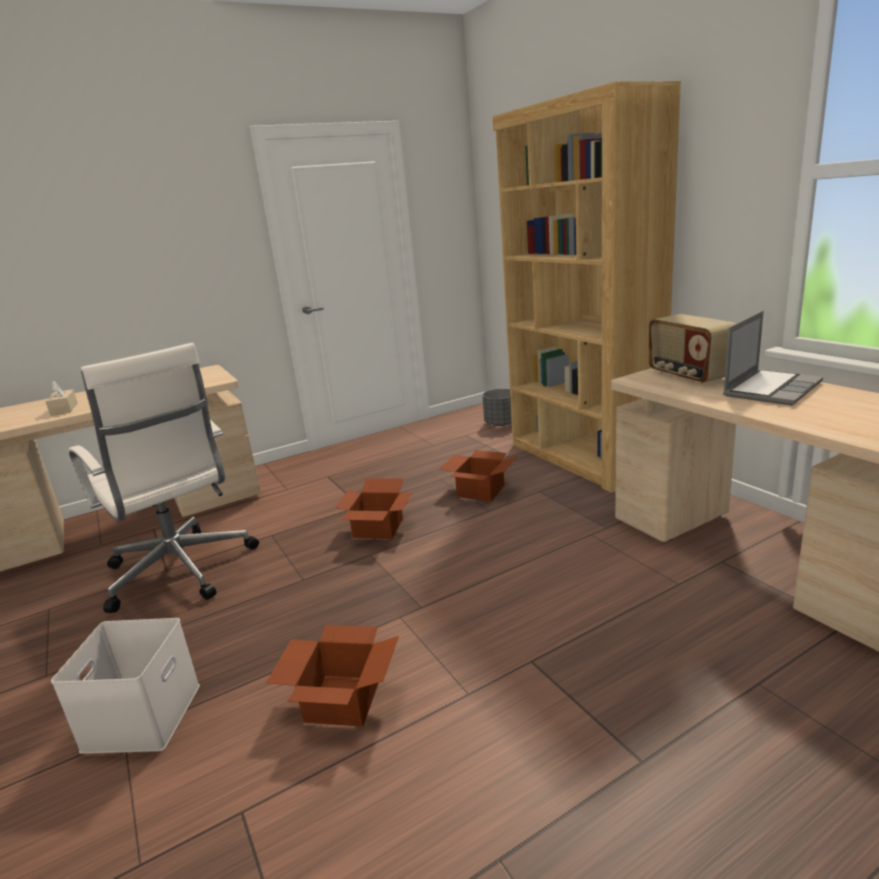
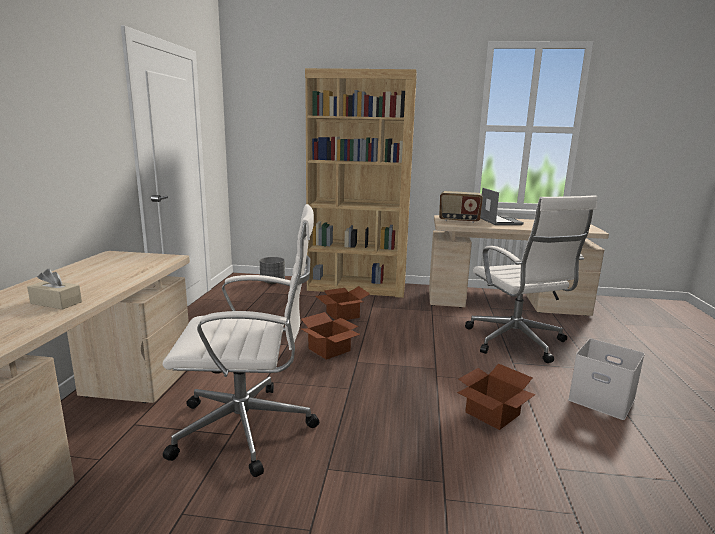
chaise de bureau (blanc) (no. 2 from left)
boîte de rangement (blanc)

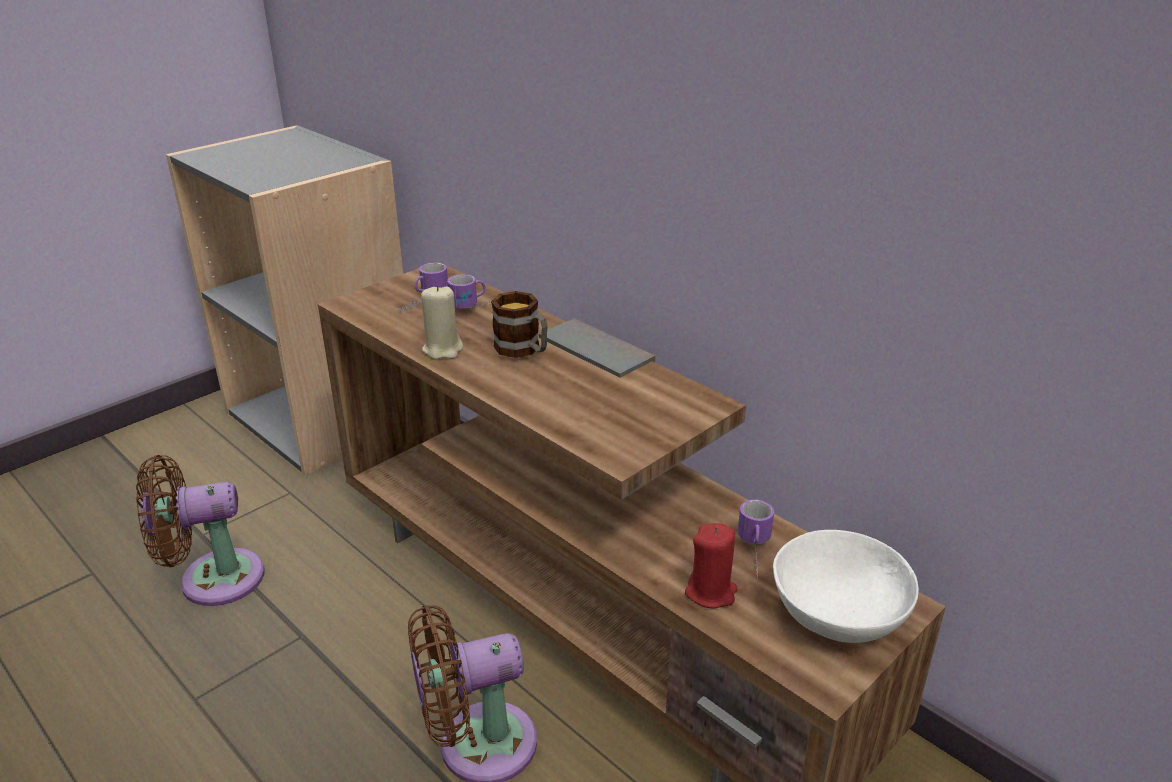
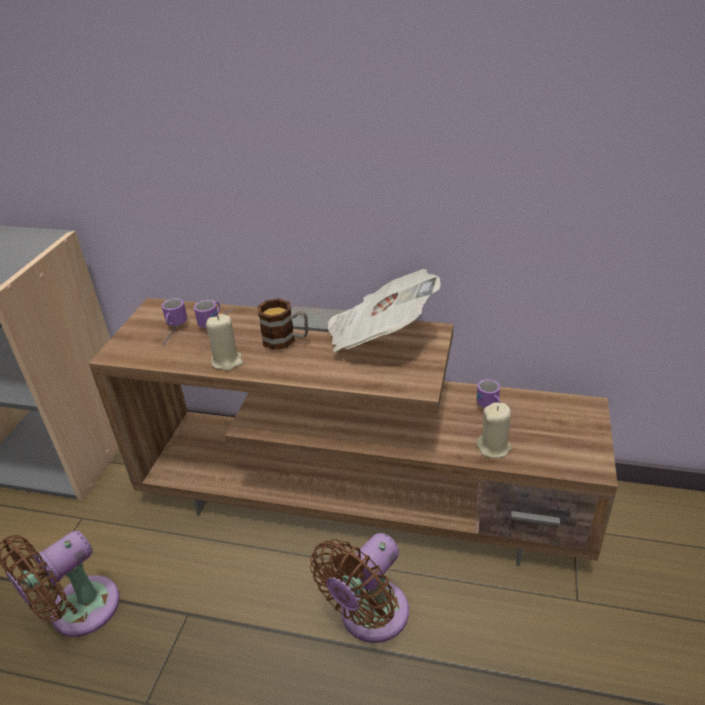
bol (blanc)
journal
bougie (beige) (no. 2 from left)

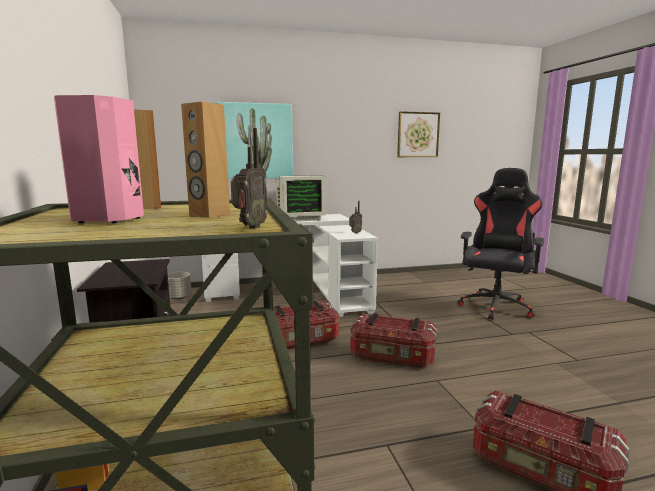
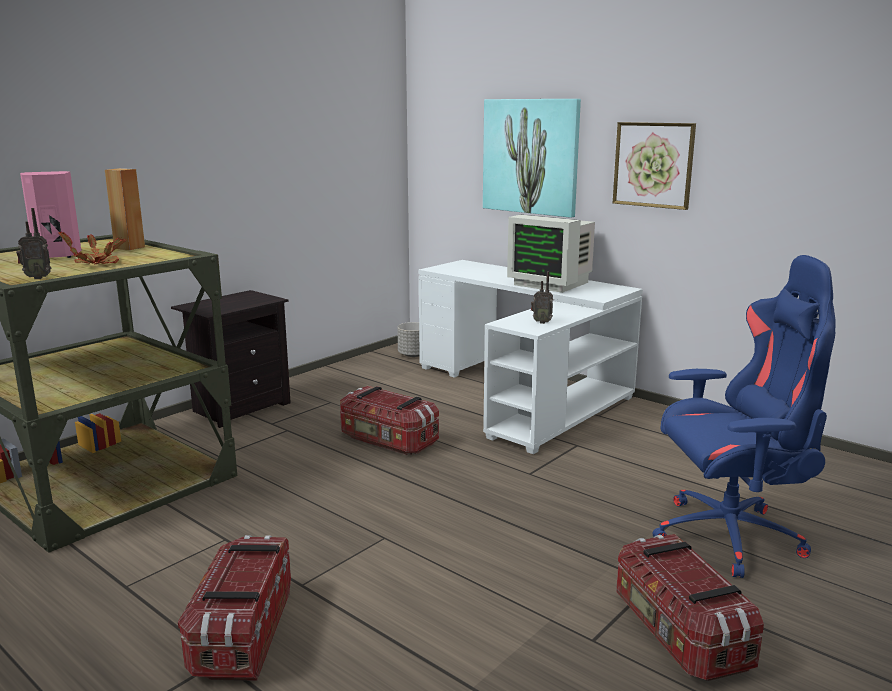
boîte de rangement (no. 3 from left)
tableau (no. 2 from left)
plante en pot
chaise de bureau (bleu)

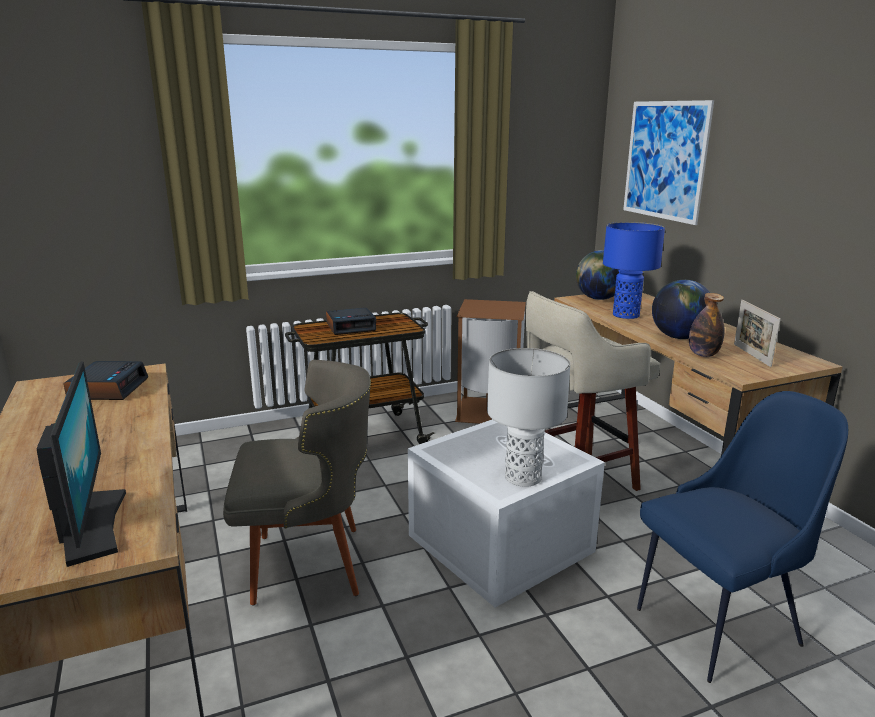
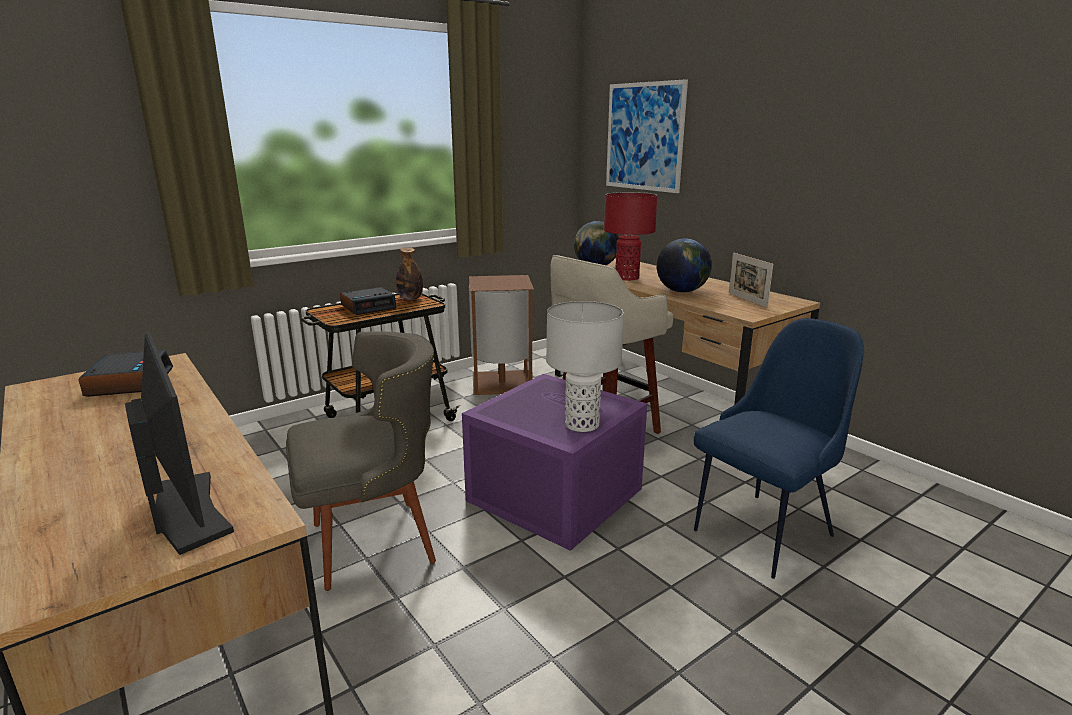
bouteille
boîte de rangement (violet)
lampe de table (rouge)

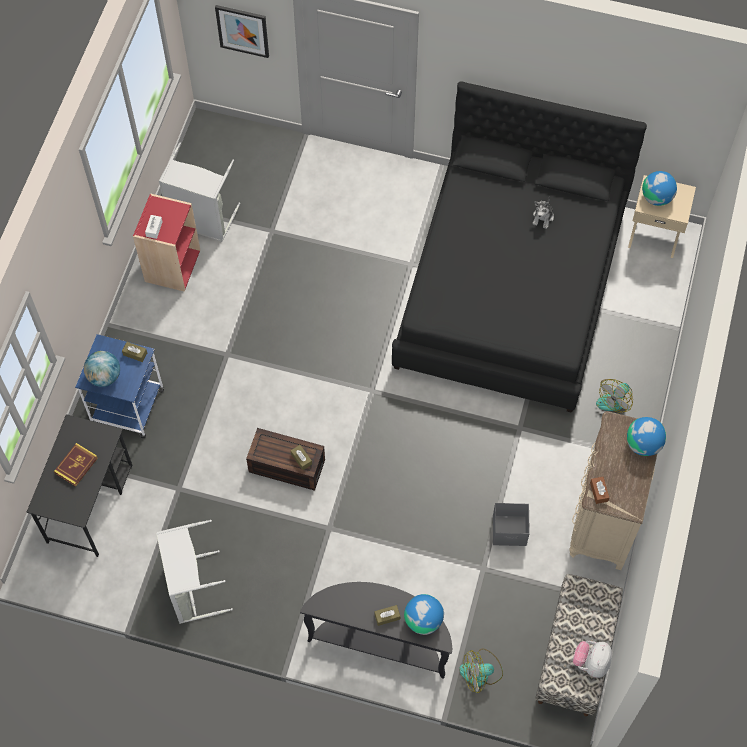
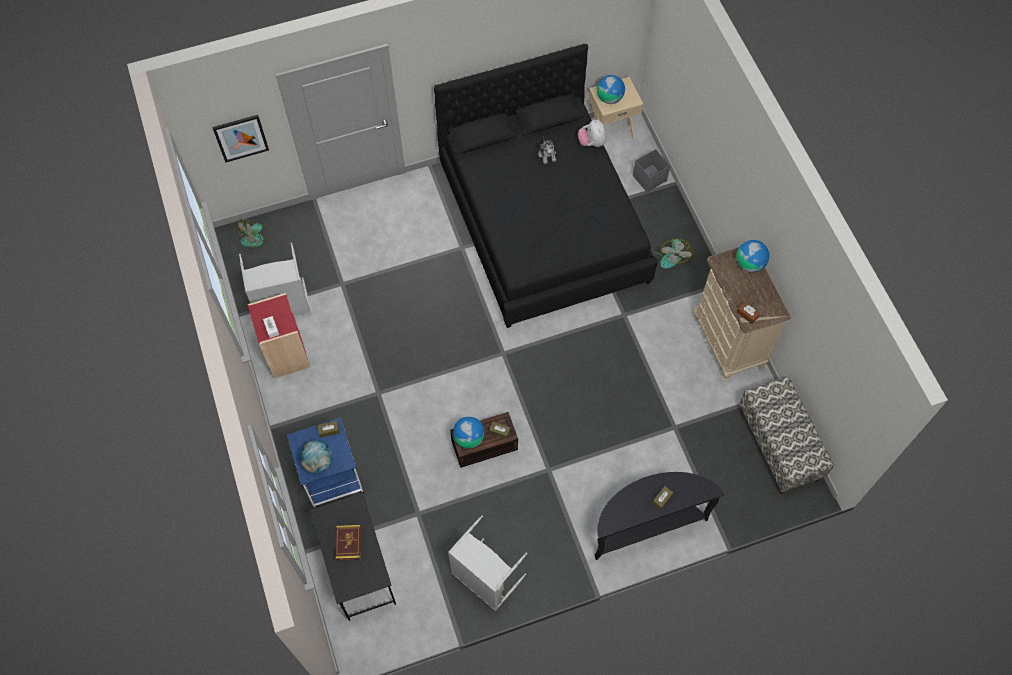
globe (no. 2 from left)
ventilateur (no. 1 from left)
boîte de rangement (gris)
peluche (no. 2 from left)

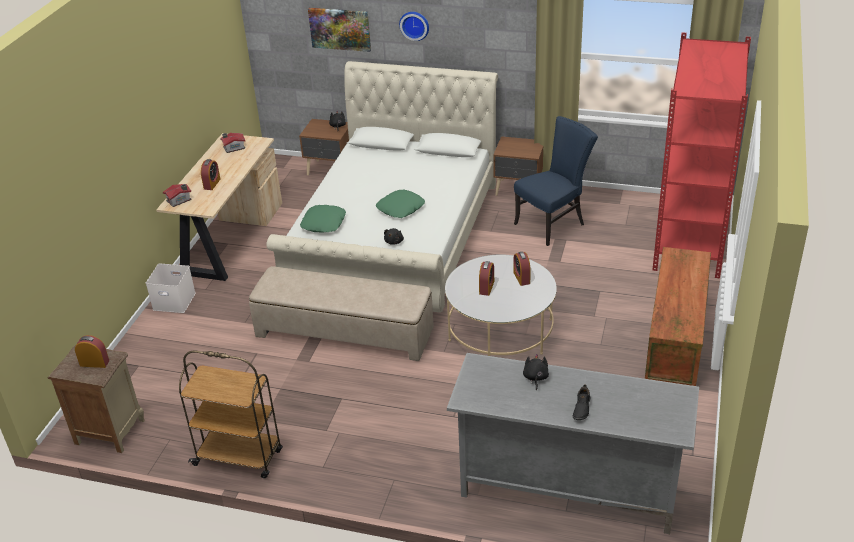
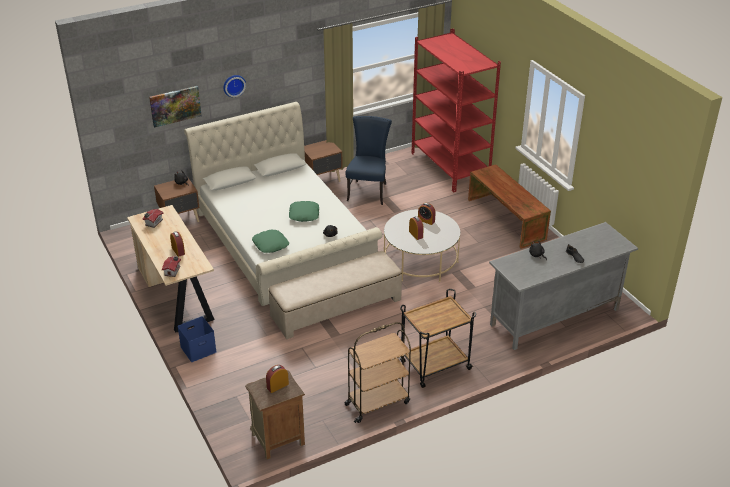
chariot (marron) (no. 2 from left)
boîte de rangement (bleu)

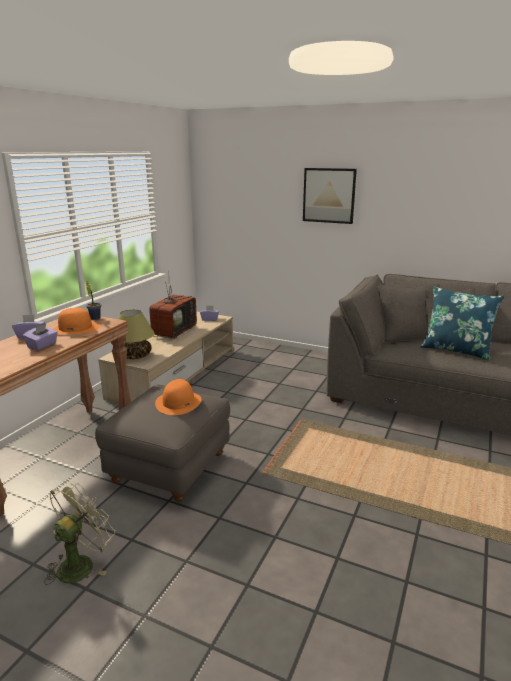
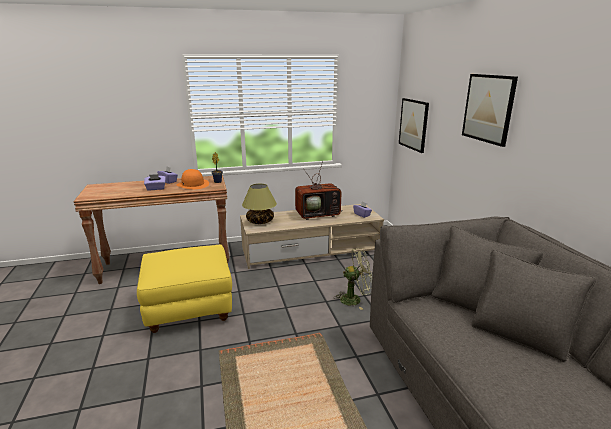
chapeau (orange) (no. 2 from left in the first image)
coussin (bleu)
tableau (no. 1 from left)
ventilateur (vert)
pouf (jaune)

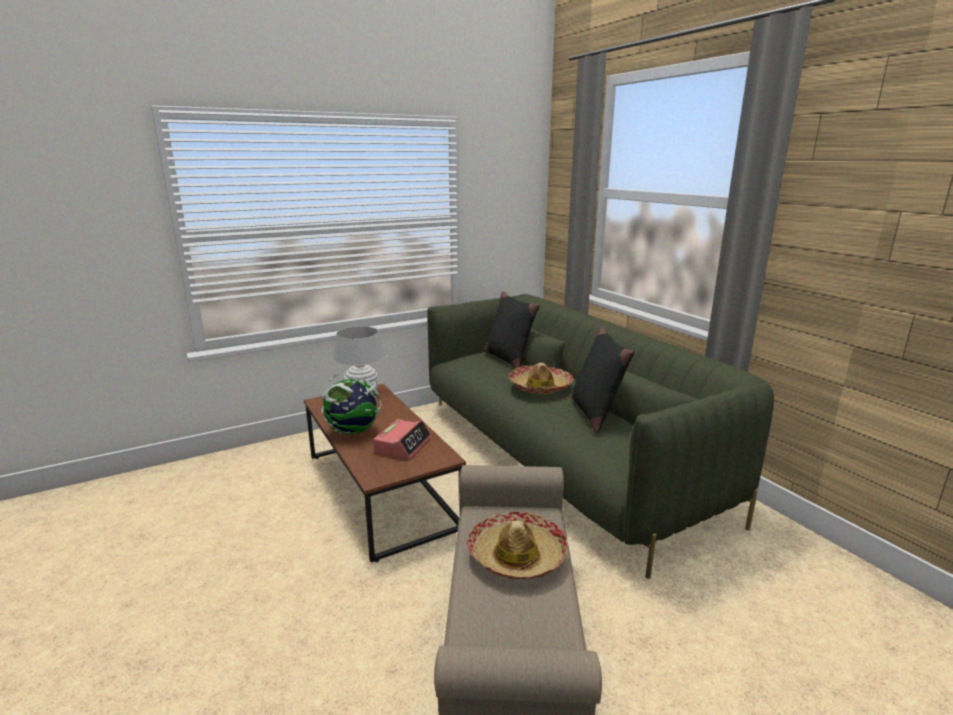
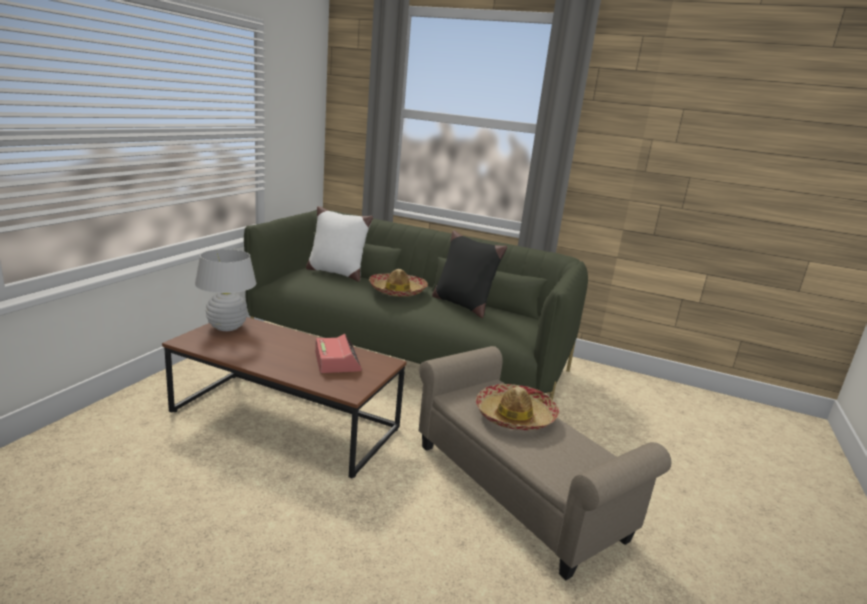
globe
coussin (blanc)

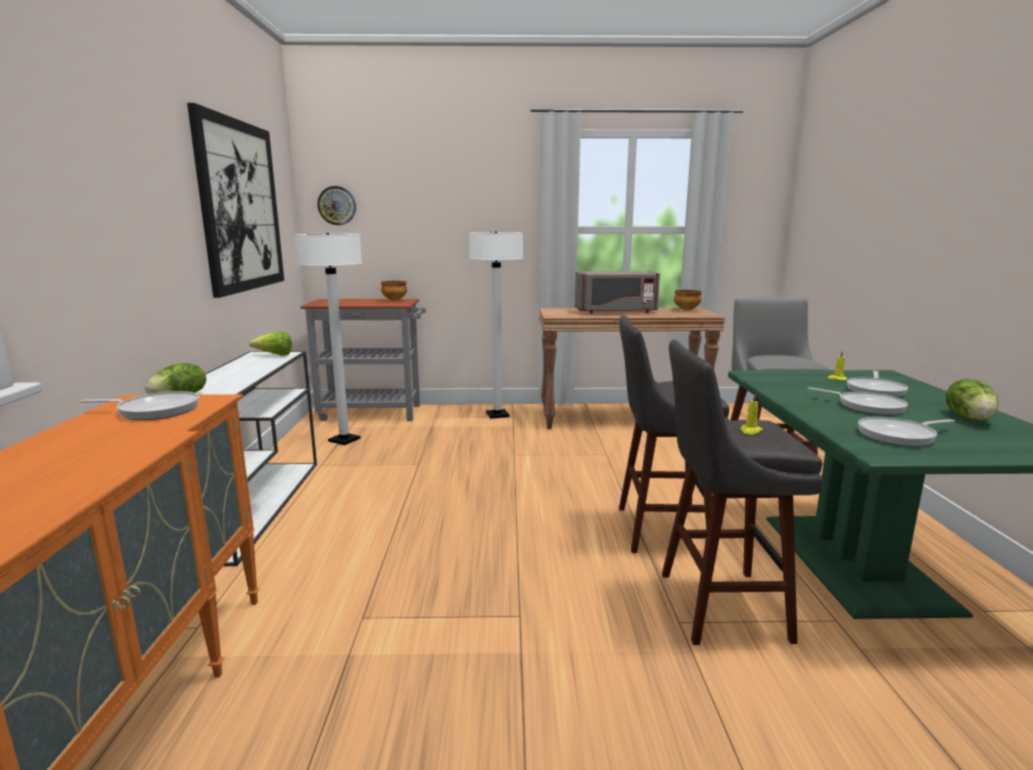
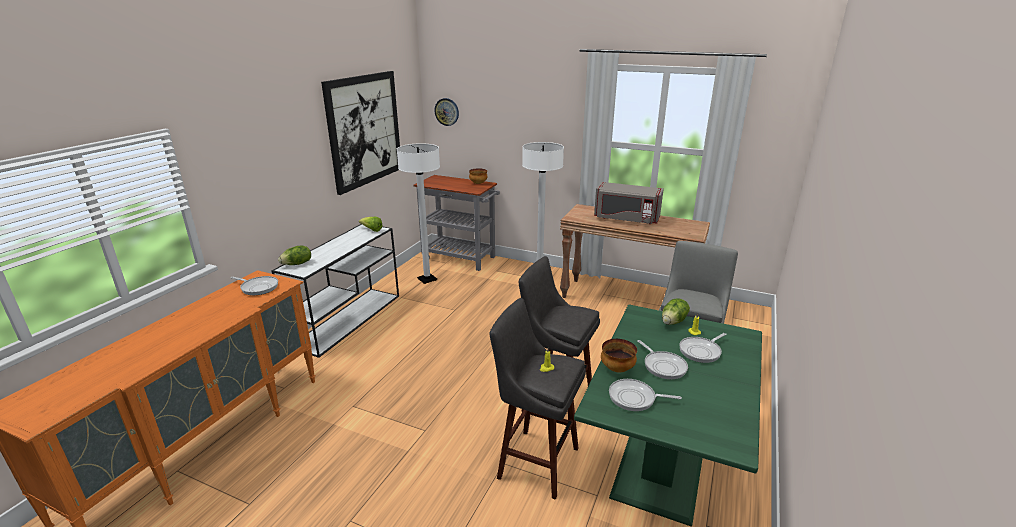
bol (no. 2 from left)
laitue (no. 3 from left)

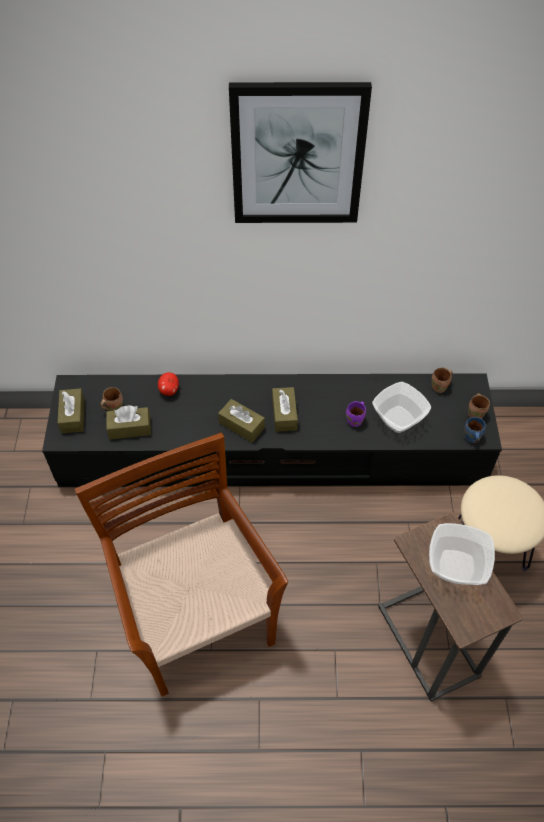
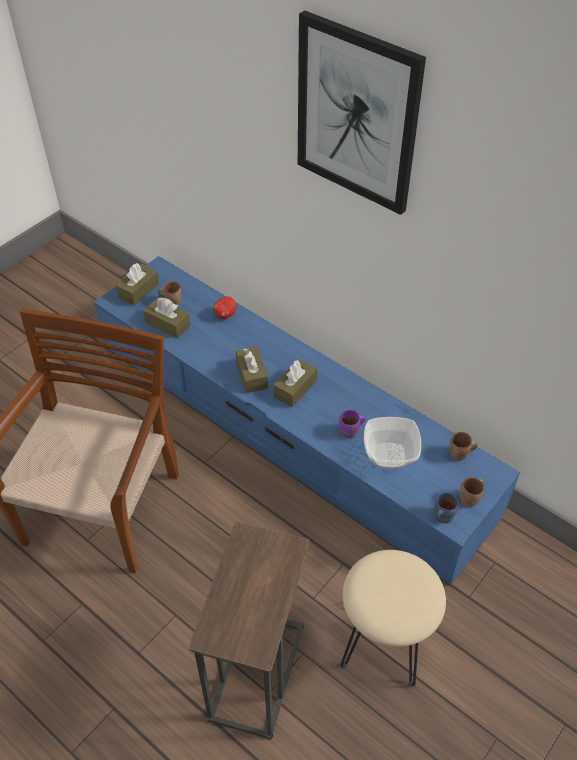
bol (no. 2 from left in the first image)
meuble télé (bleu)

